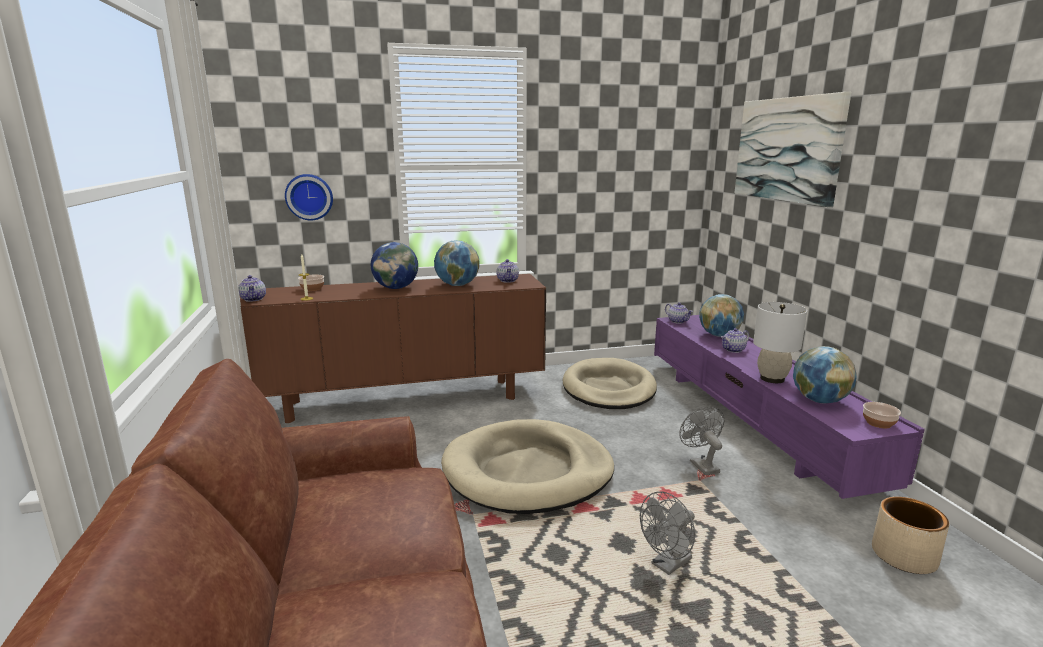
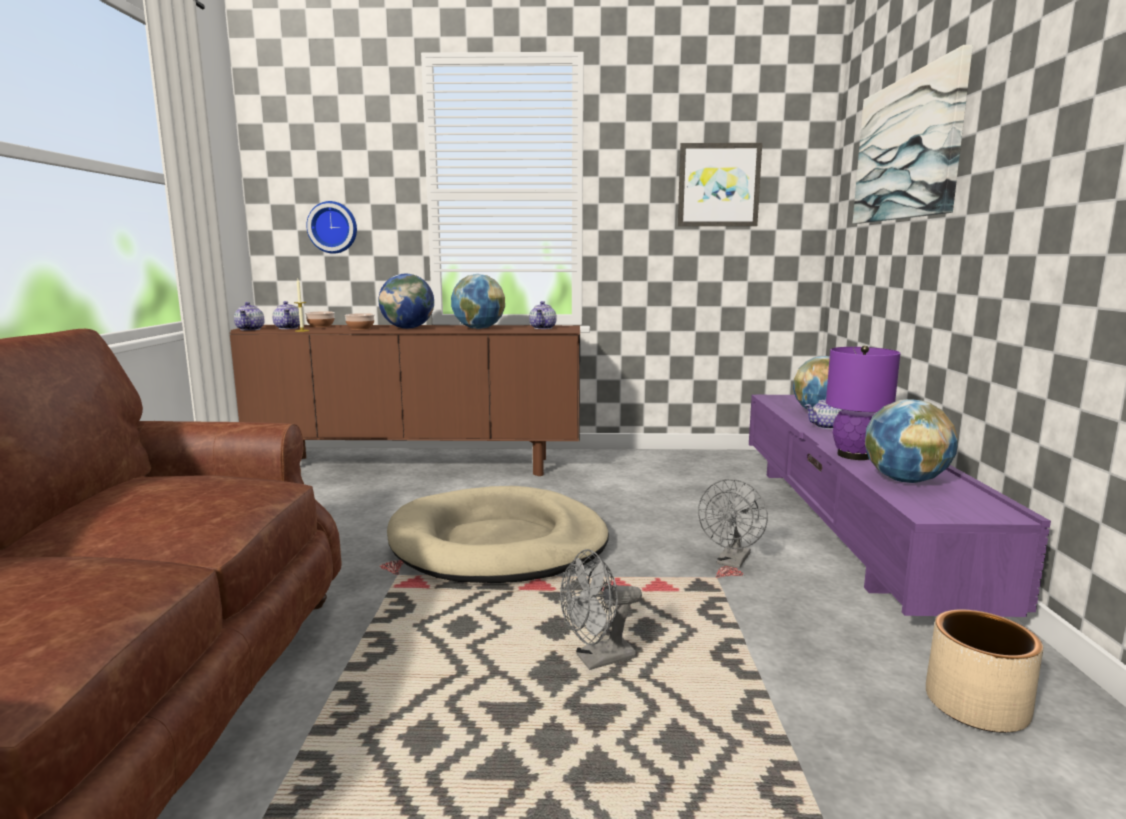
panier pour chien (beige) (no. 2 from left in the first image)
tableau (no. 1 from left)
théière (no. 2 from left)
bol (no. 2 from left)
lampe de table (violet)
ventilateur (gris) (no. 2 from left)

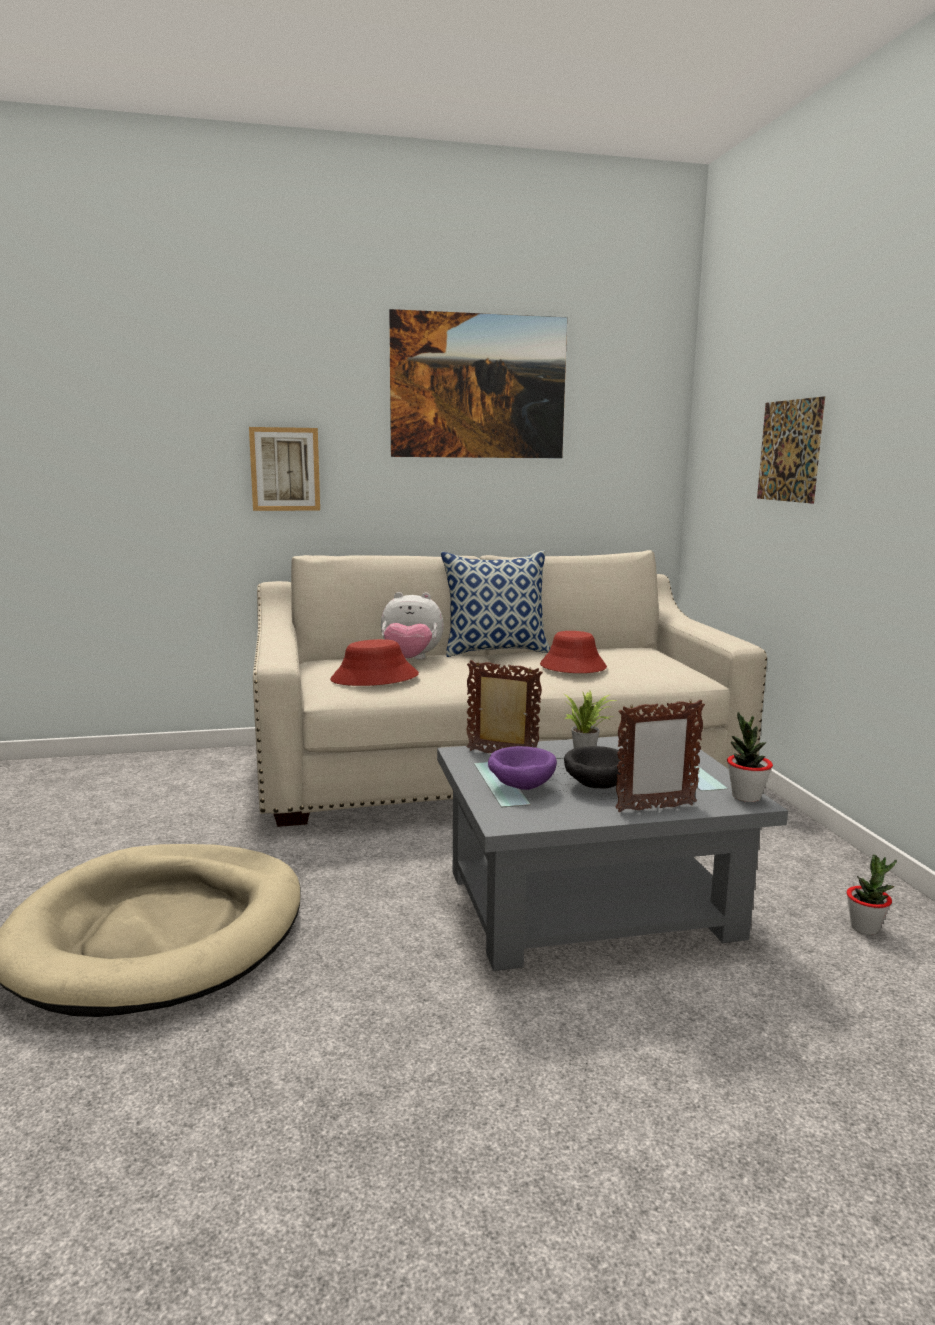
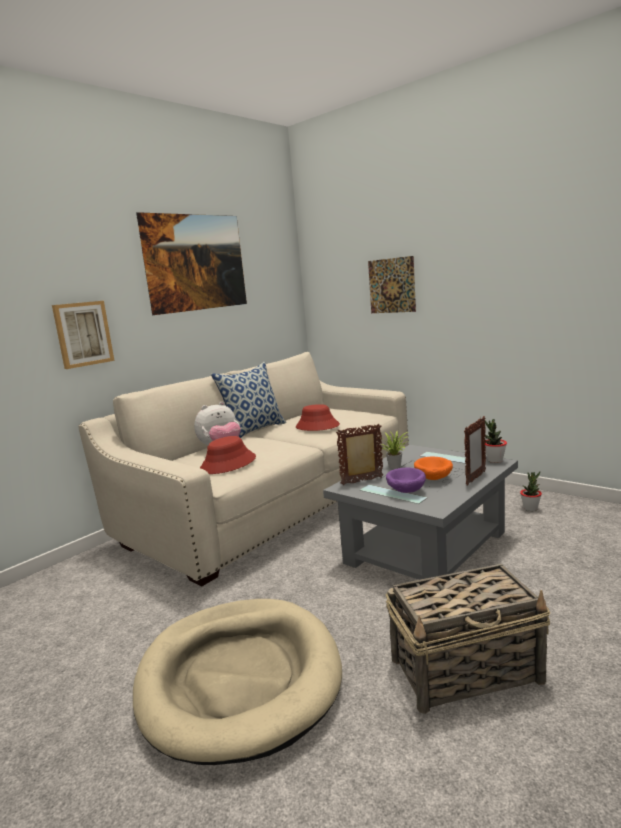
panier
bol (orange)

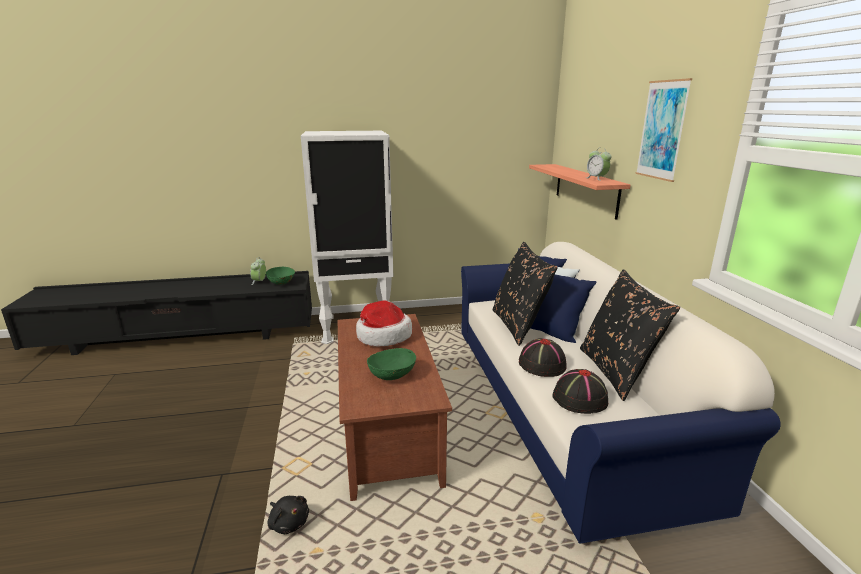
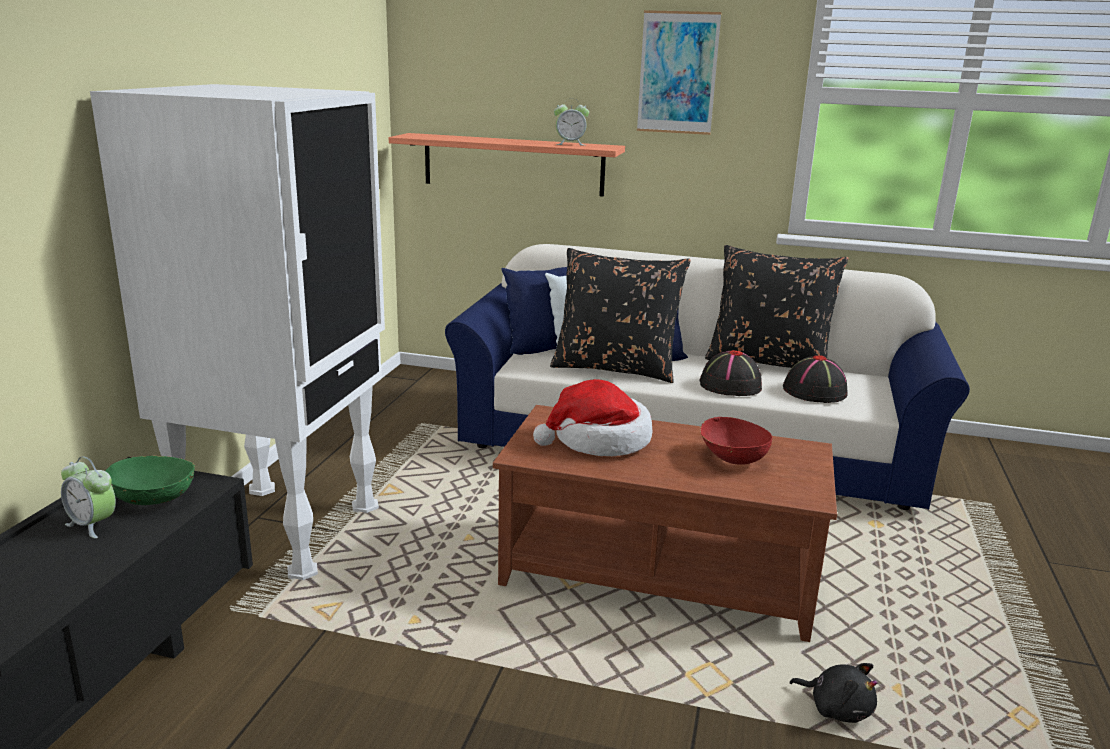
bol (rouge)
peluche (noir)

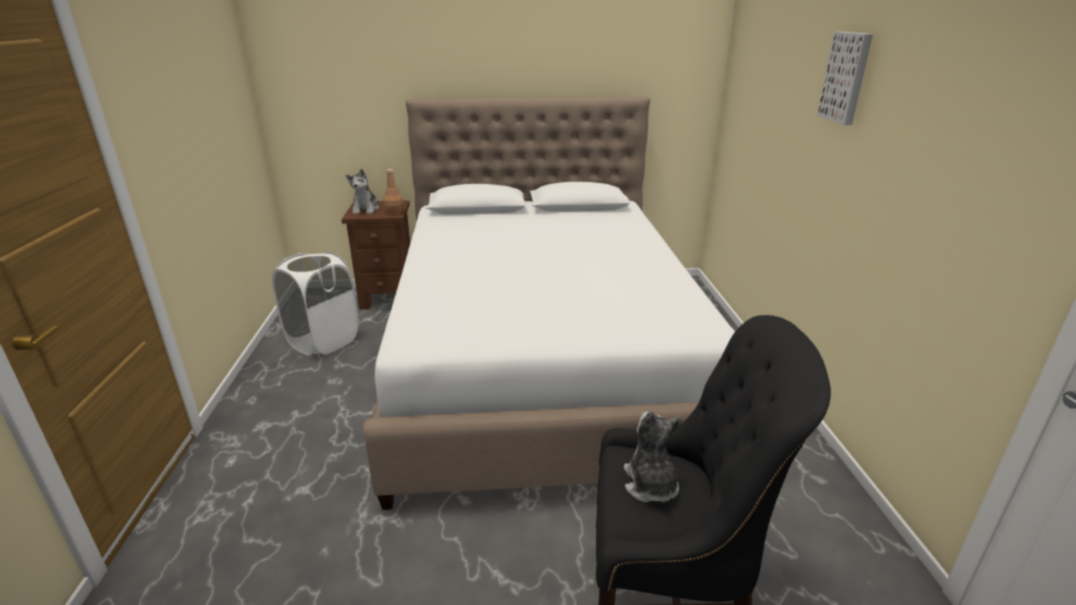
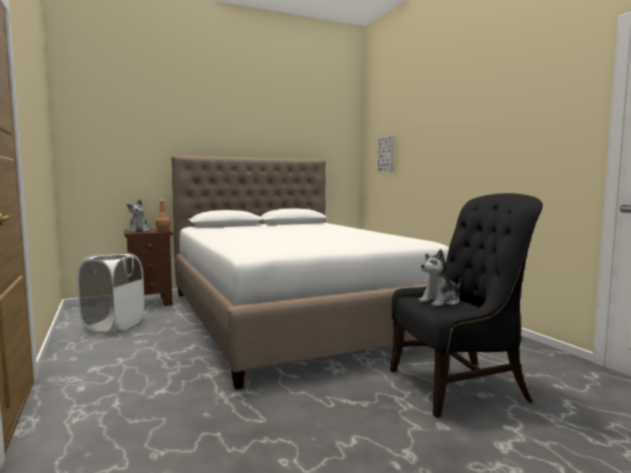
tableau
peluche (no. 2 from left)

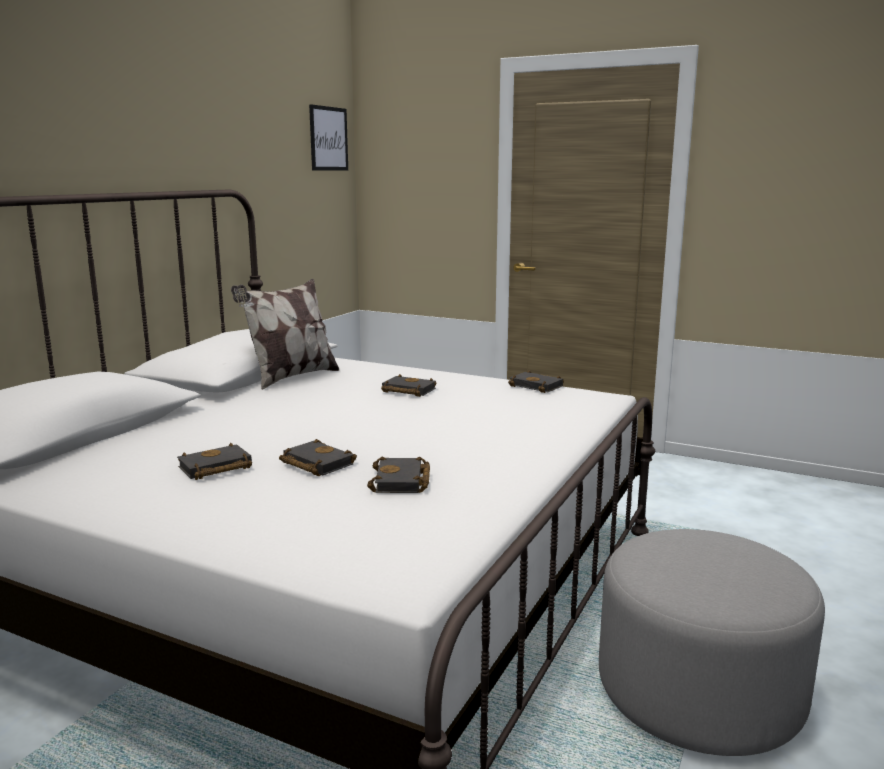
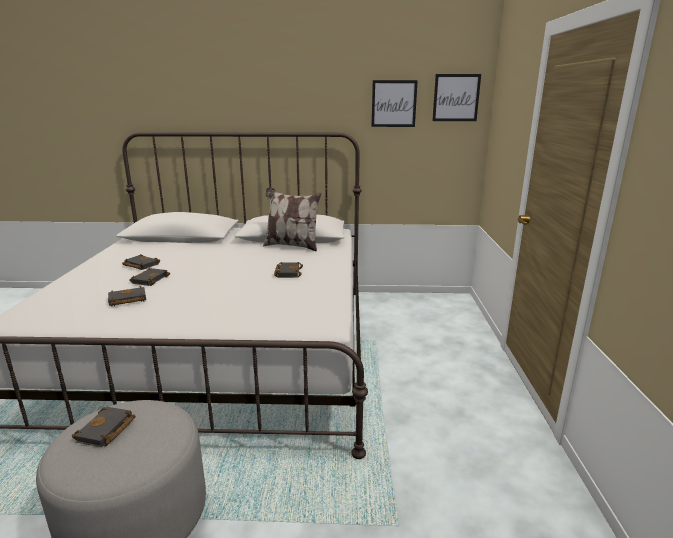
tableau (no. 1 from left)
livre (noir) (no. 1 from left)

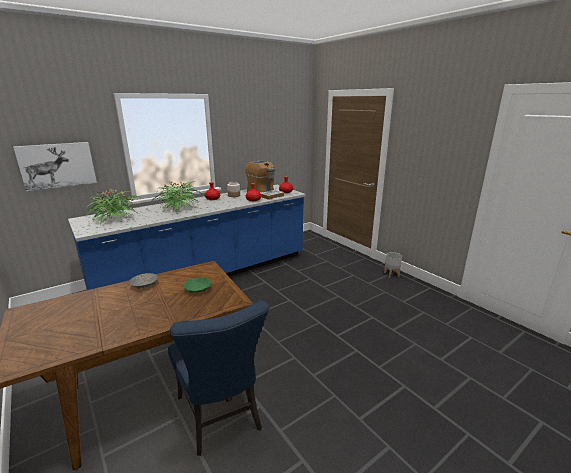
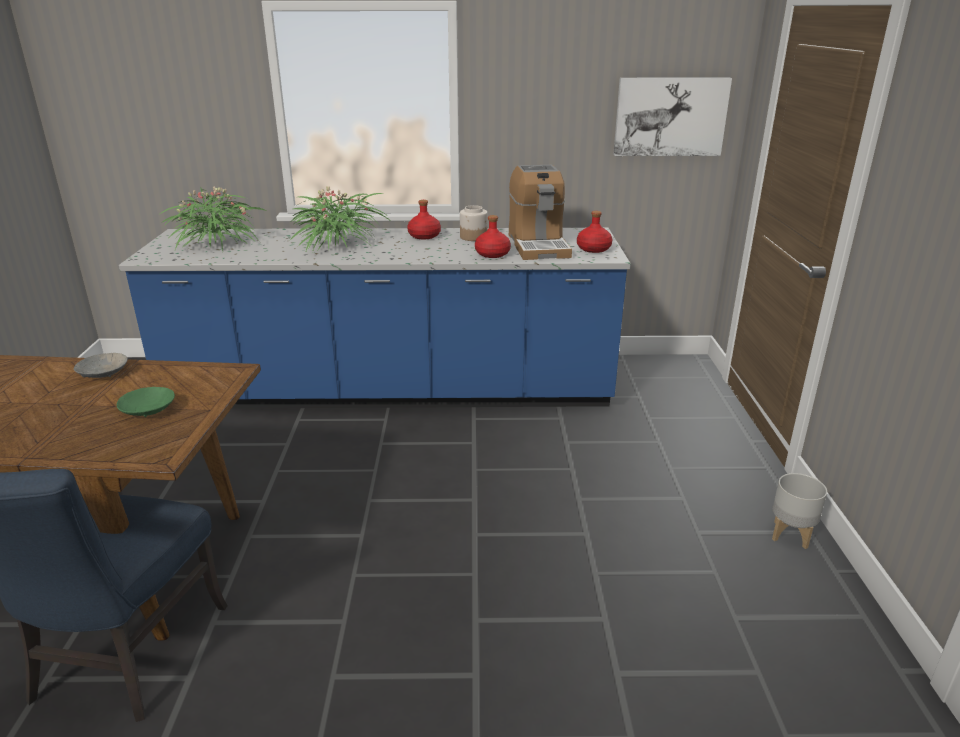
tableau

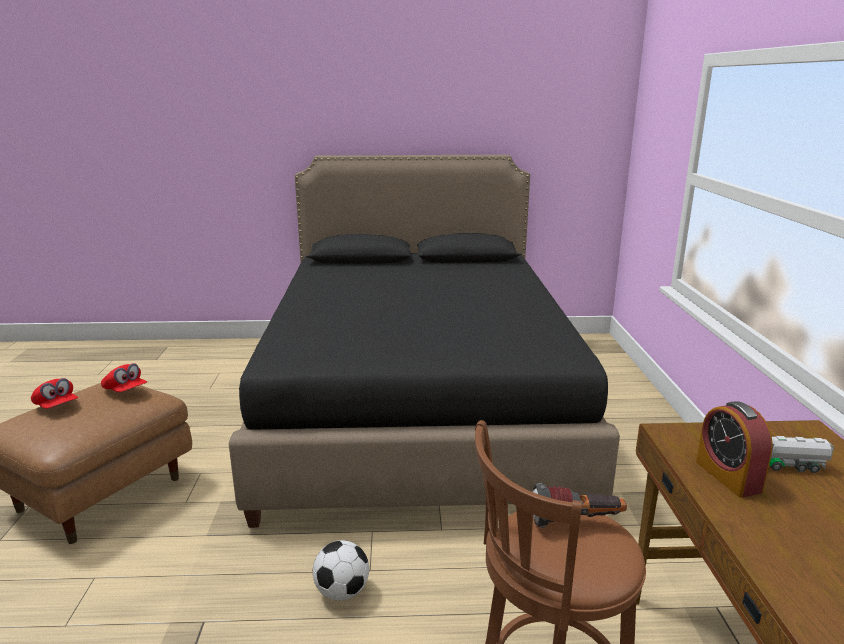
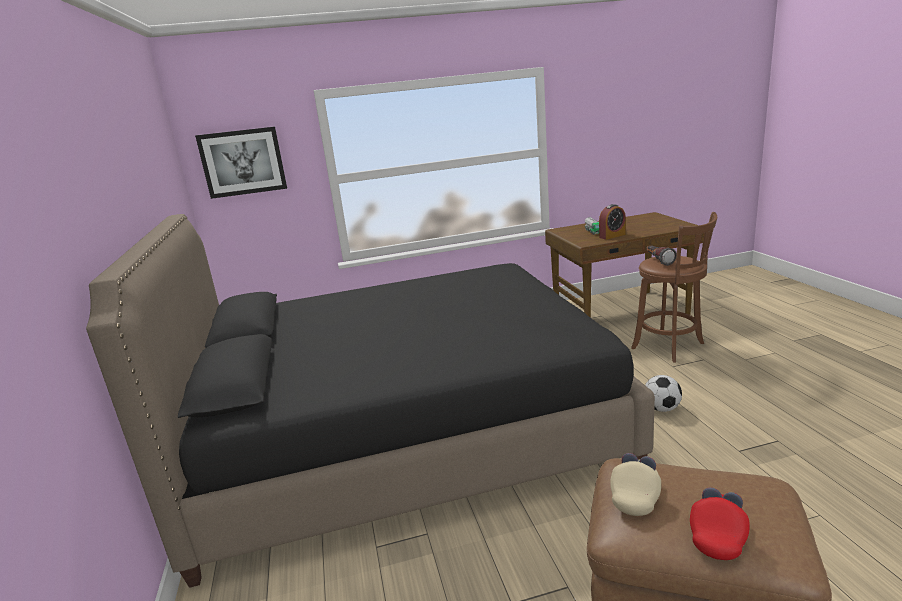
tableau
casquette (beige)

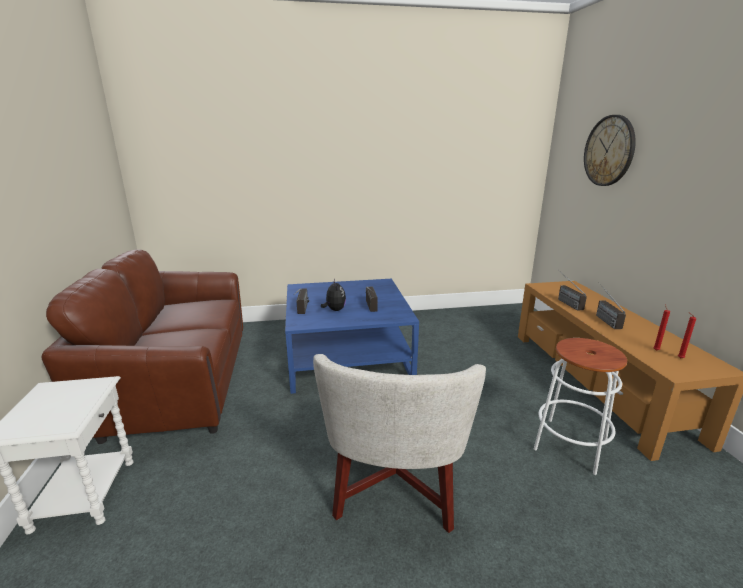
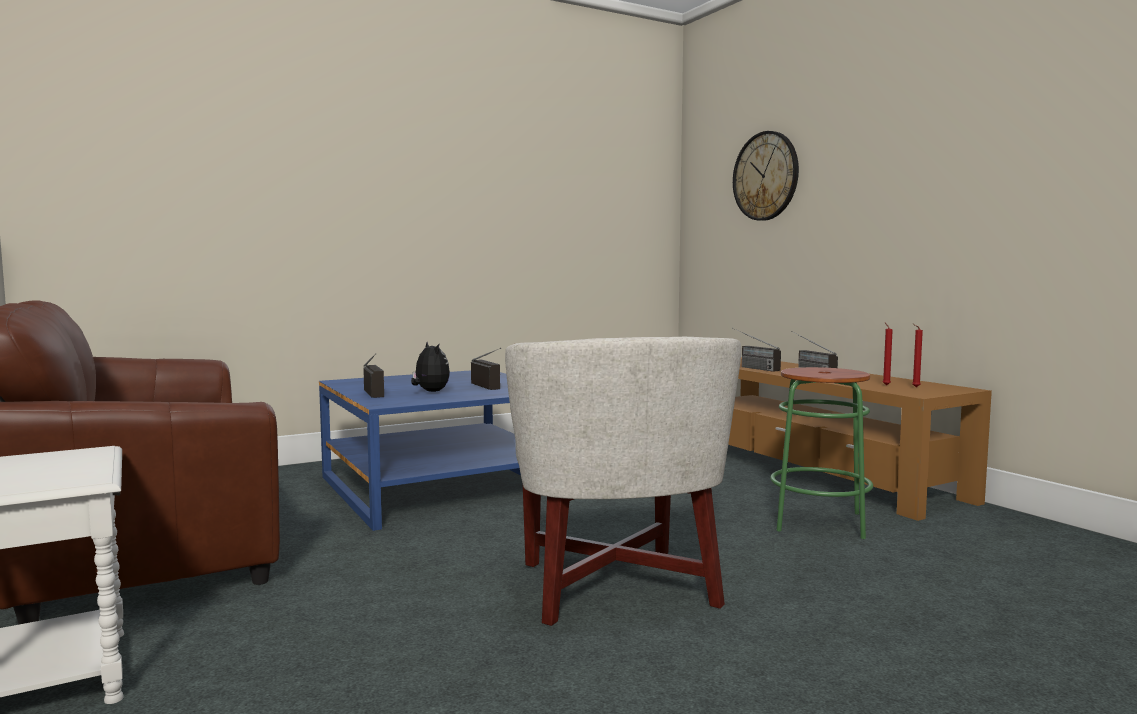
tabouret (vert)

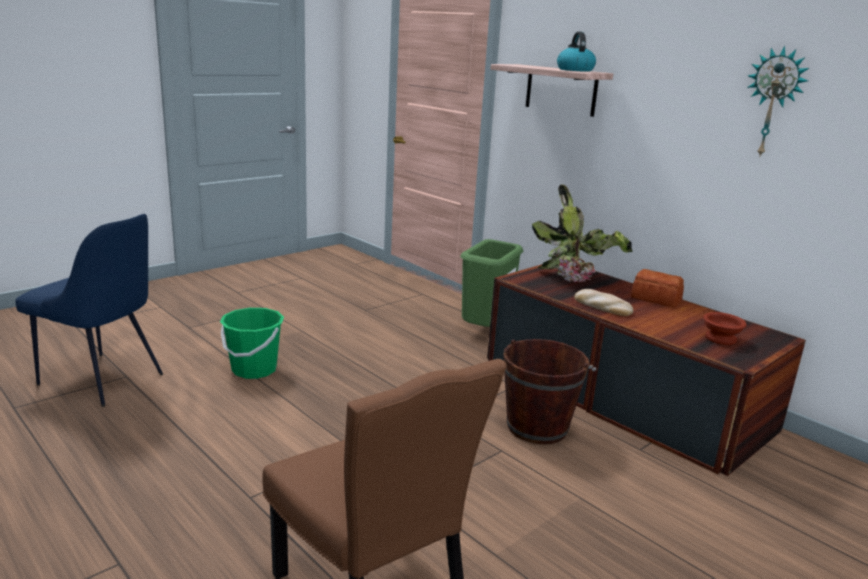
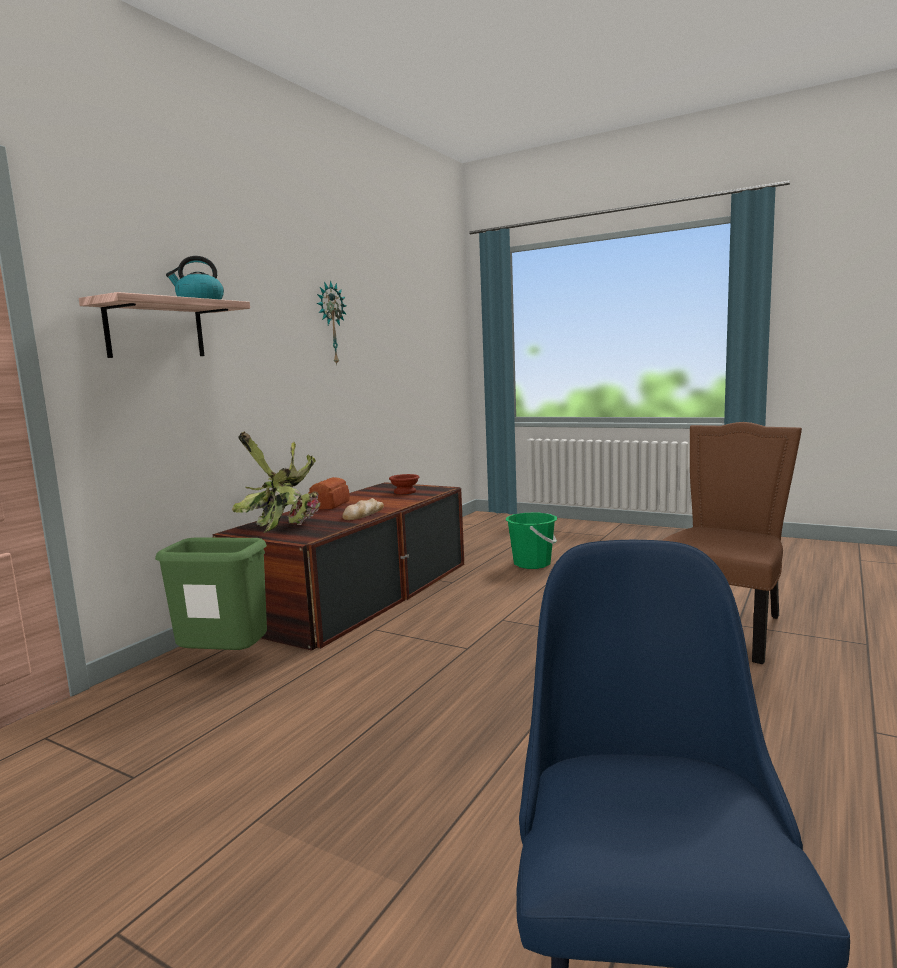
seau (marron)
seau (vert)

